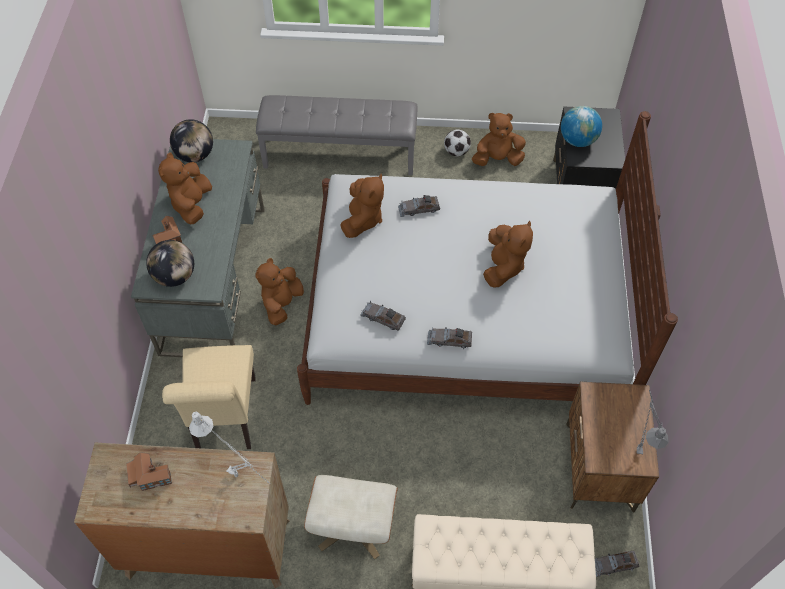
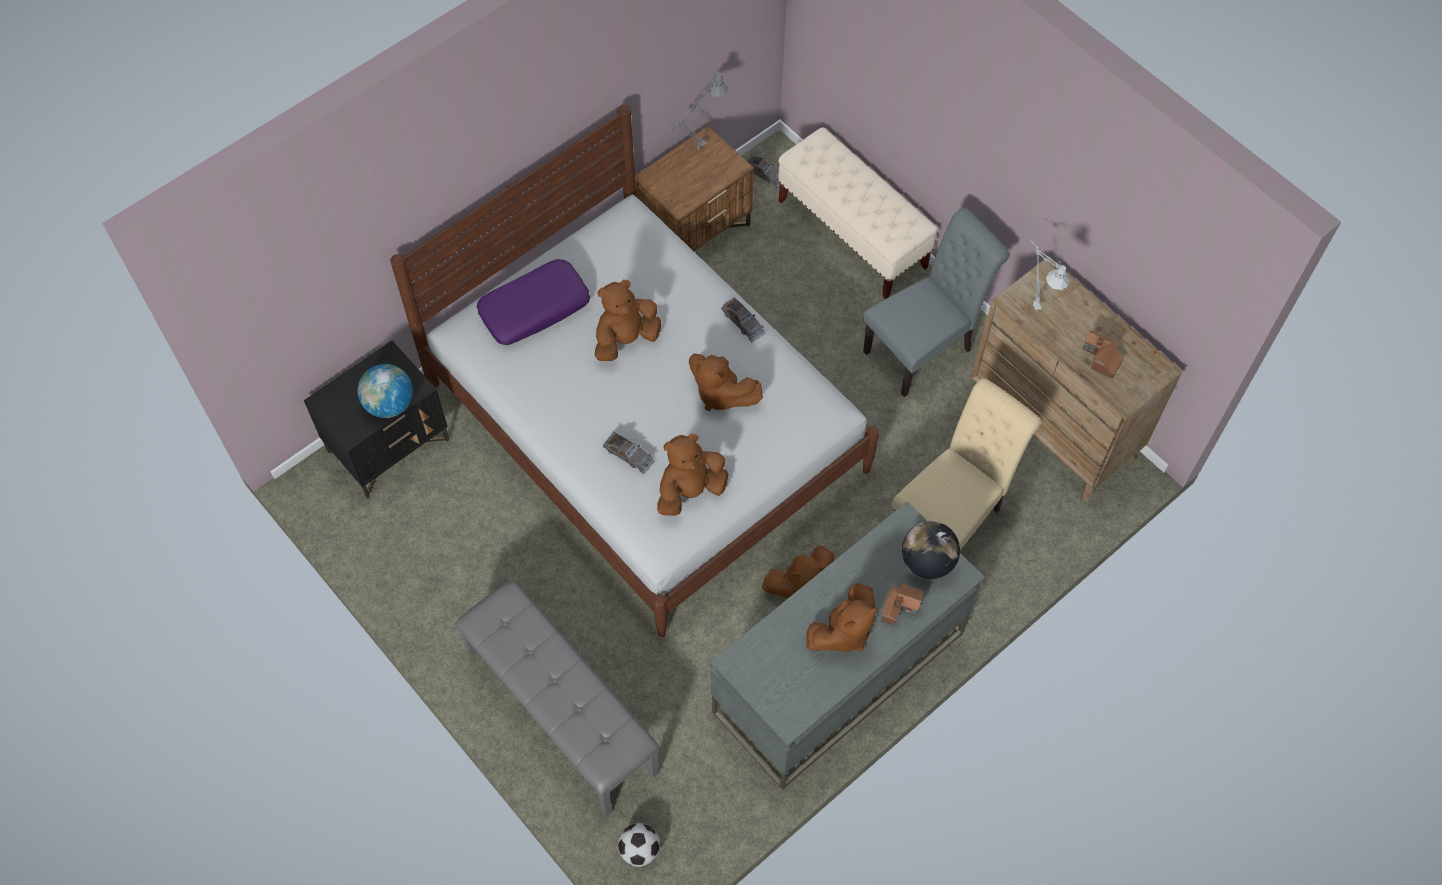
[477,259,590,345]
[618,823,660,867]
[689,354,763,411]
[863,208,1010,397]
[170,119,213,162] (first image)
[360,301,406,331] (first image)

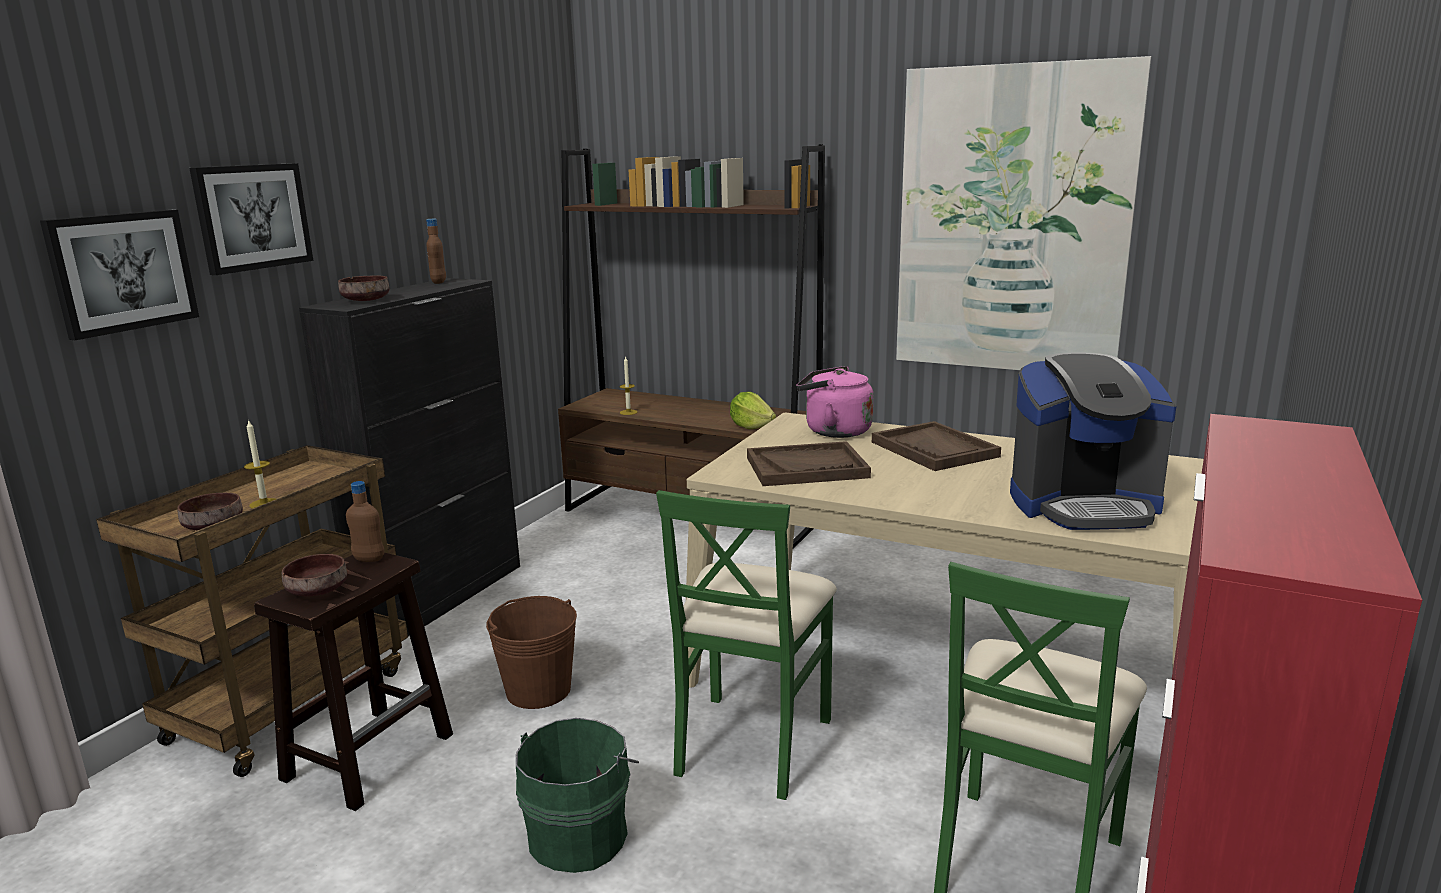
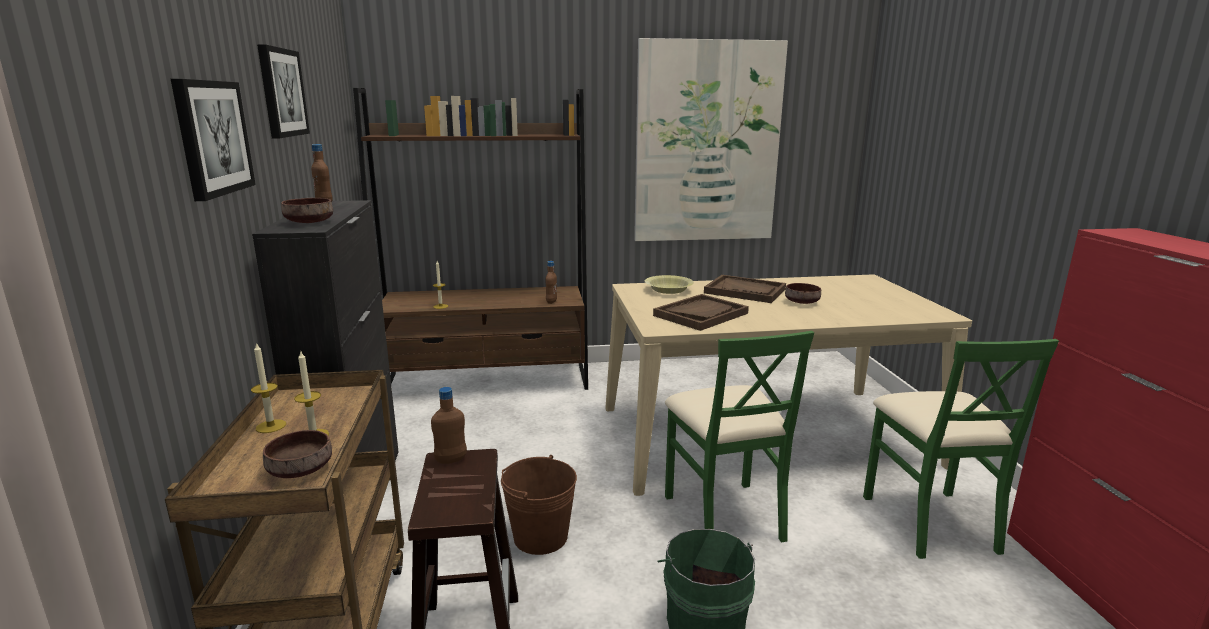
[251,342,286,433]
[257,44,310,138]
[546,261,557,304]
[645,275,694,294]
[785,283,821,304]
[1010,352,1177,530] (first image)

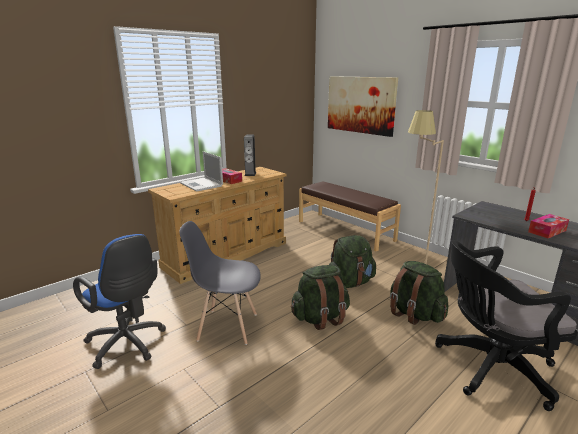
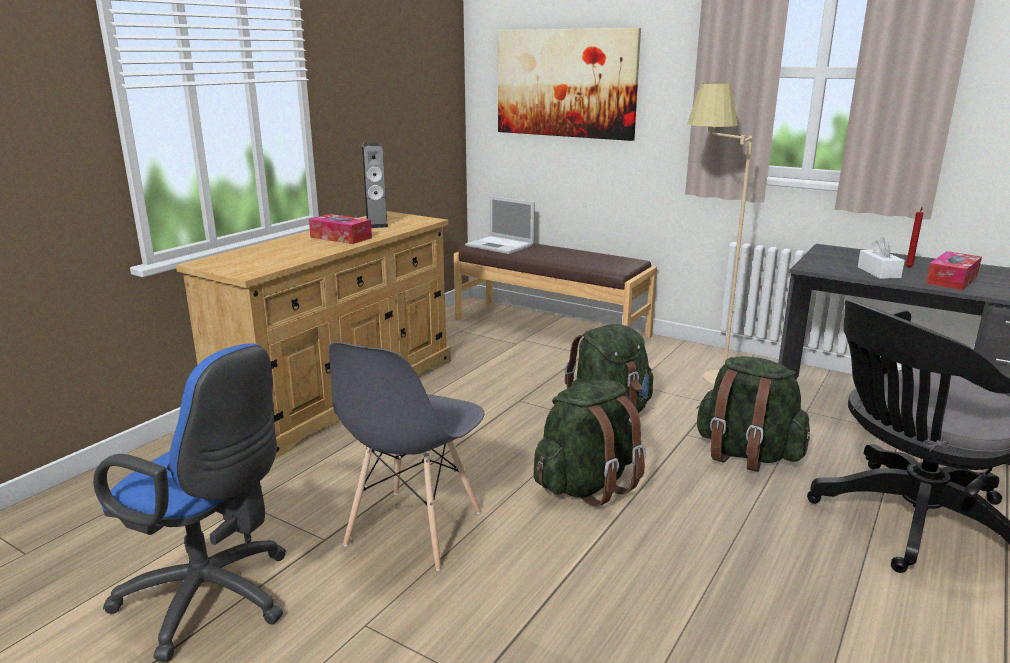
[329,342,485,571]
[465,196,535,254]
[858,237,905,279]

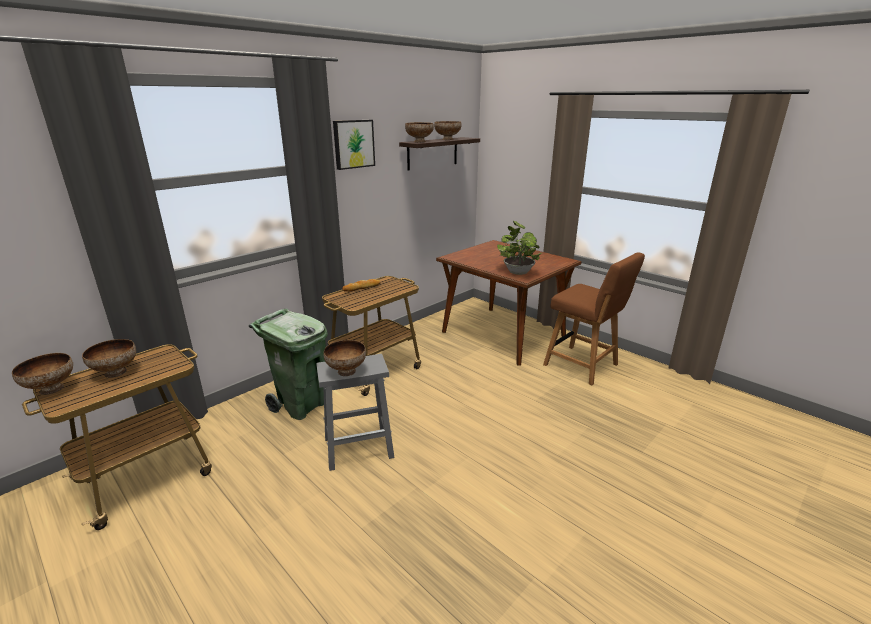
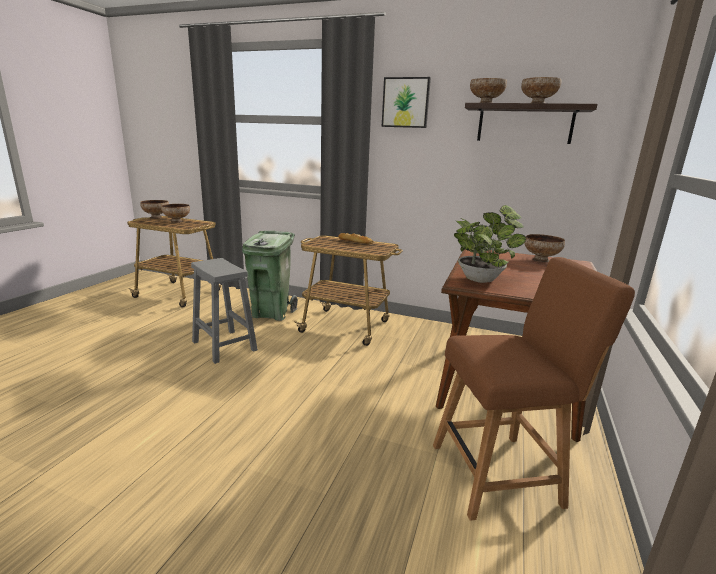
[433,257,635,521]
[524,234,565,262]

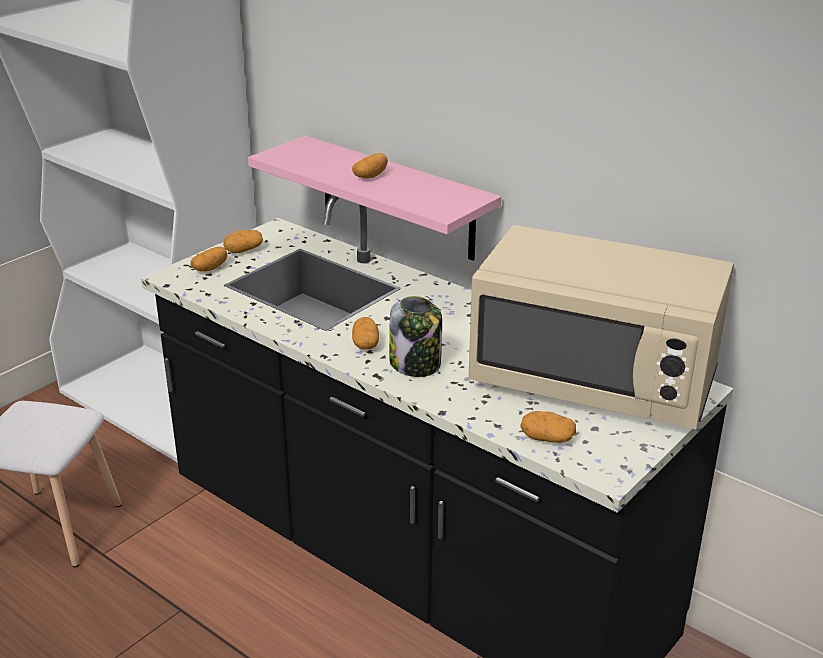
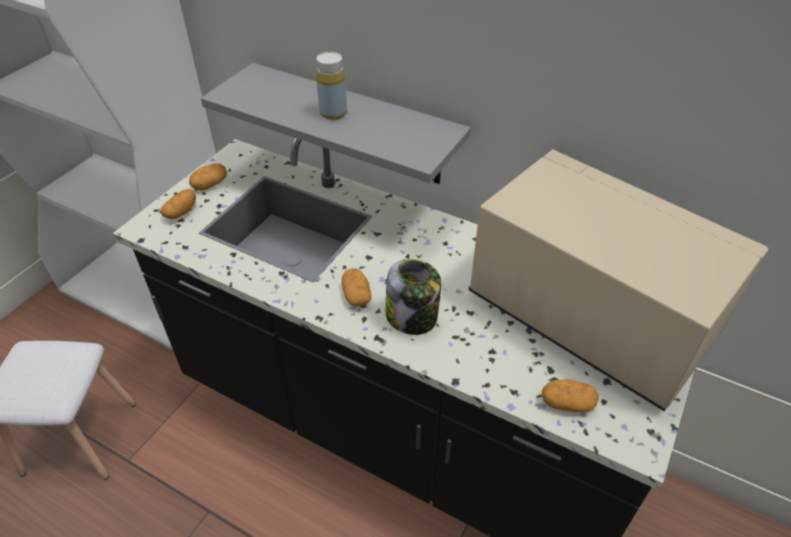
[201,63,471,184]
[316,52,347,120]
[468,149,768,411]

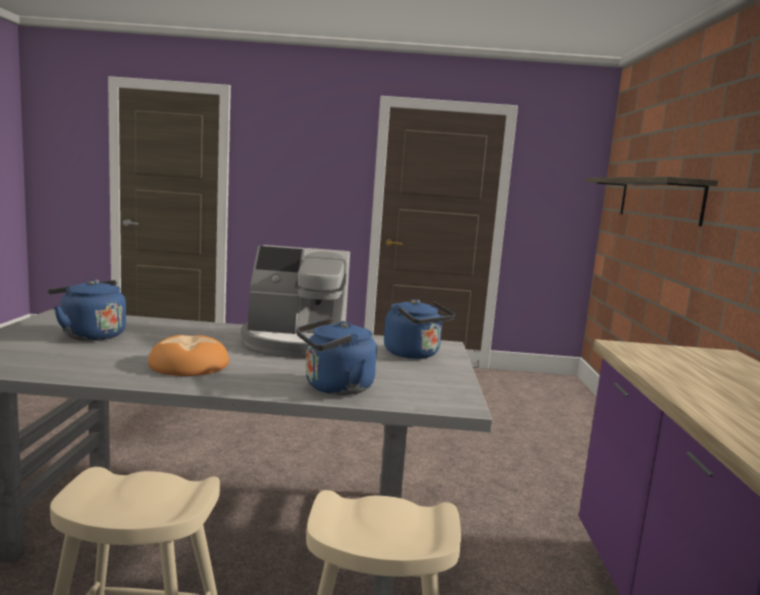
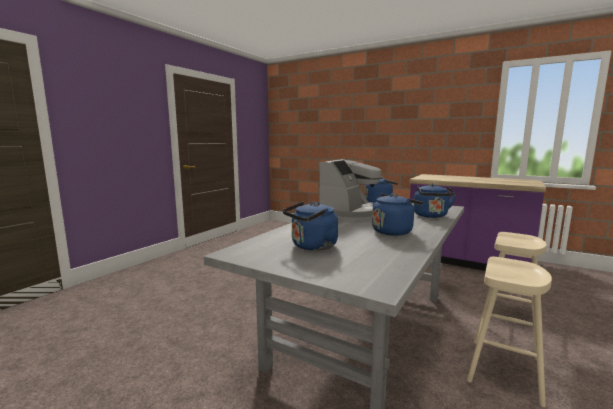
[372,193,423,236]
[586,176,719,226] (first image)

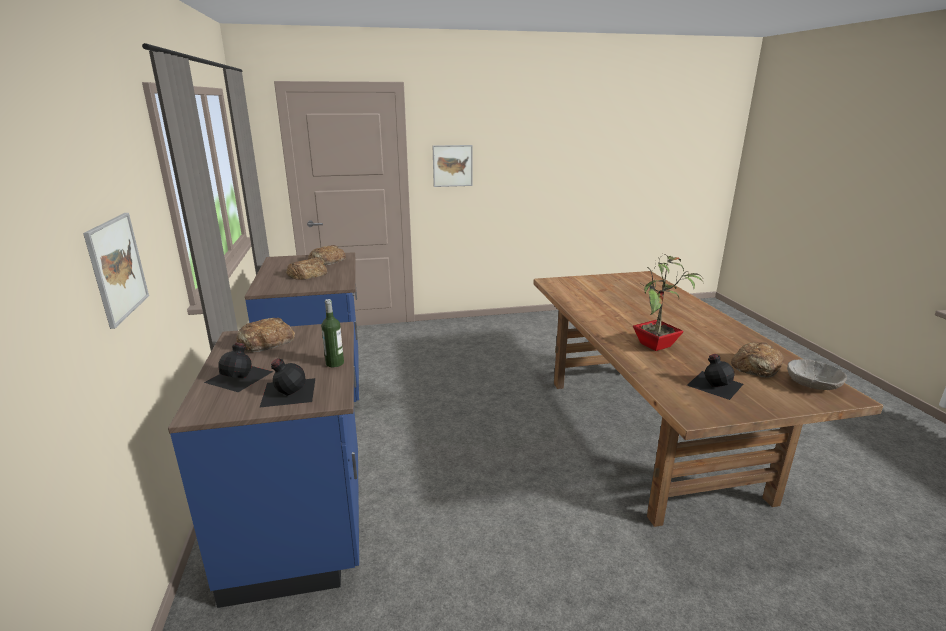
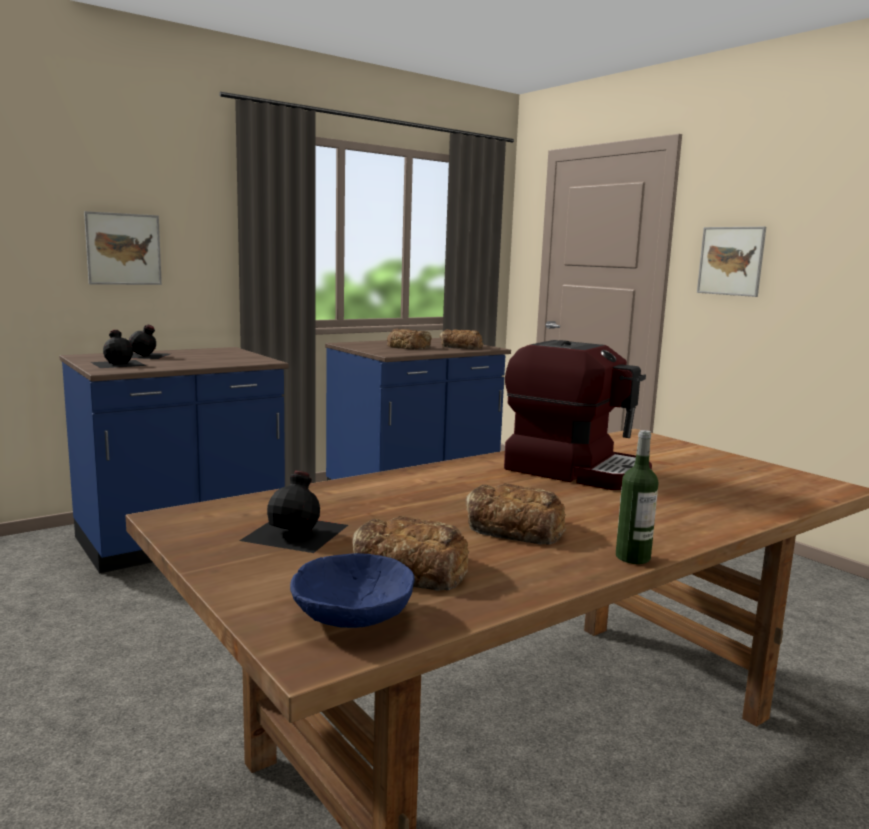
[290,553,415,628]
[465,483,566,545]
[504,340,652,490]
[616,430,658,564]
[633,253,704,351] (first image)

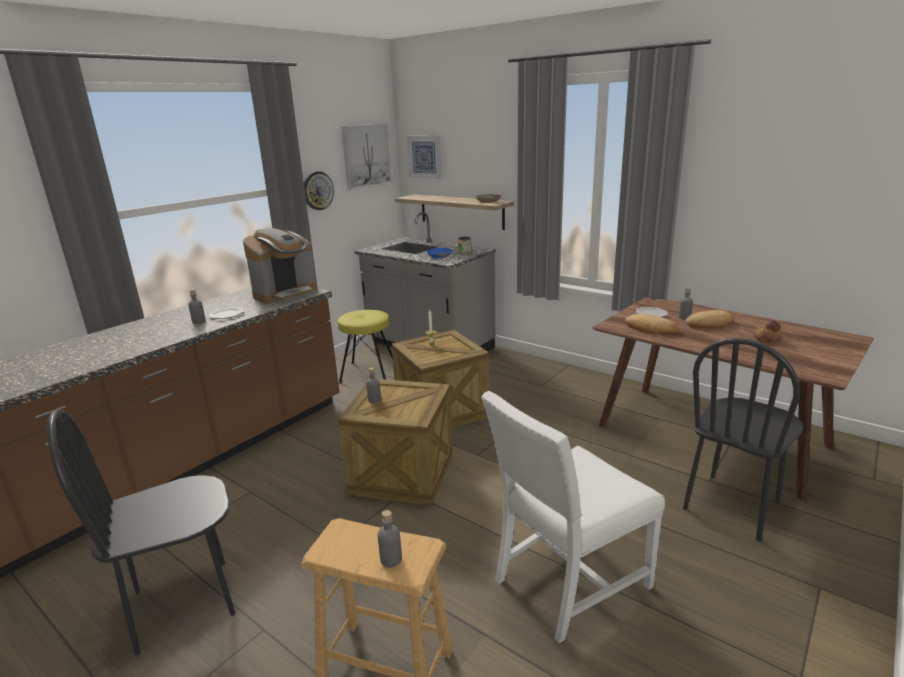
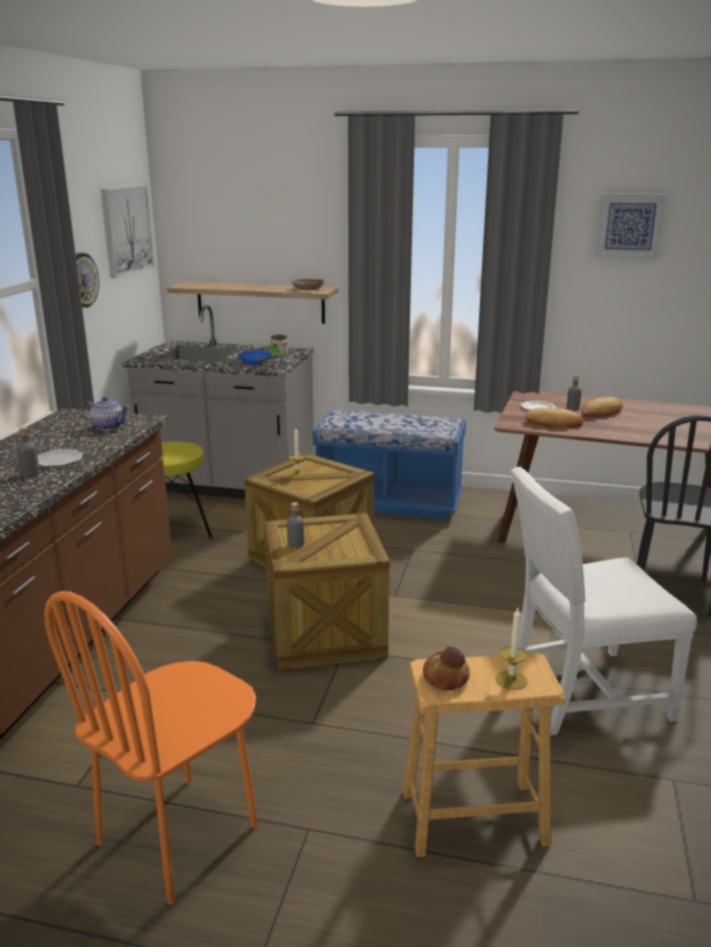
[44,591,258,905]
[83,397,130,430]
[313,410,466,520]
[423,646,470,690]
[496,608,527,690]
[510,467,697,735]
[595,193,667,259]

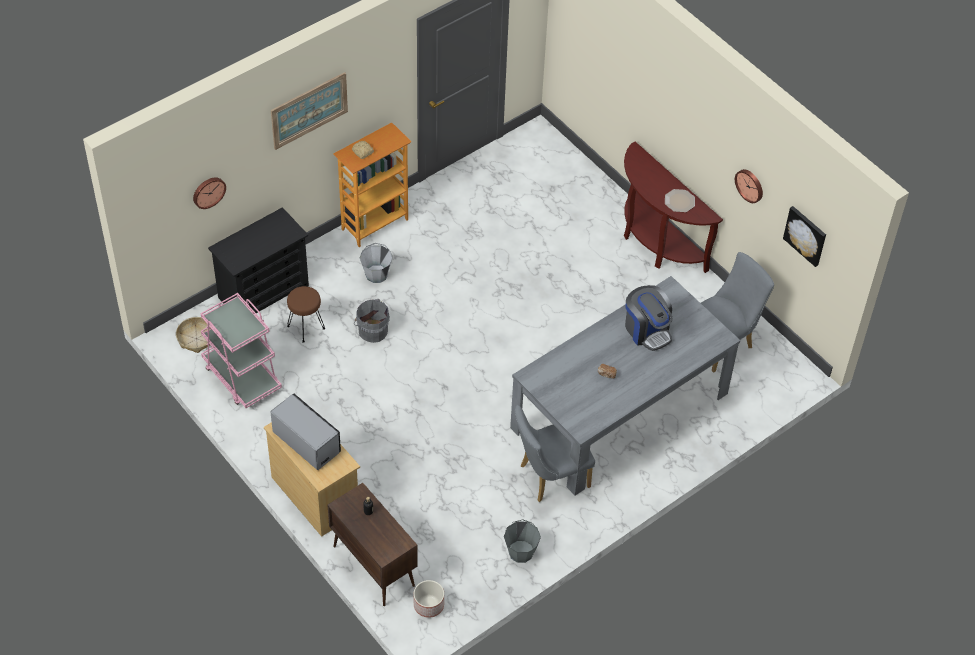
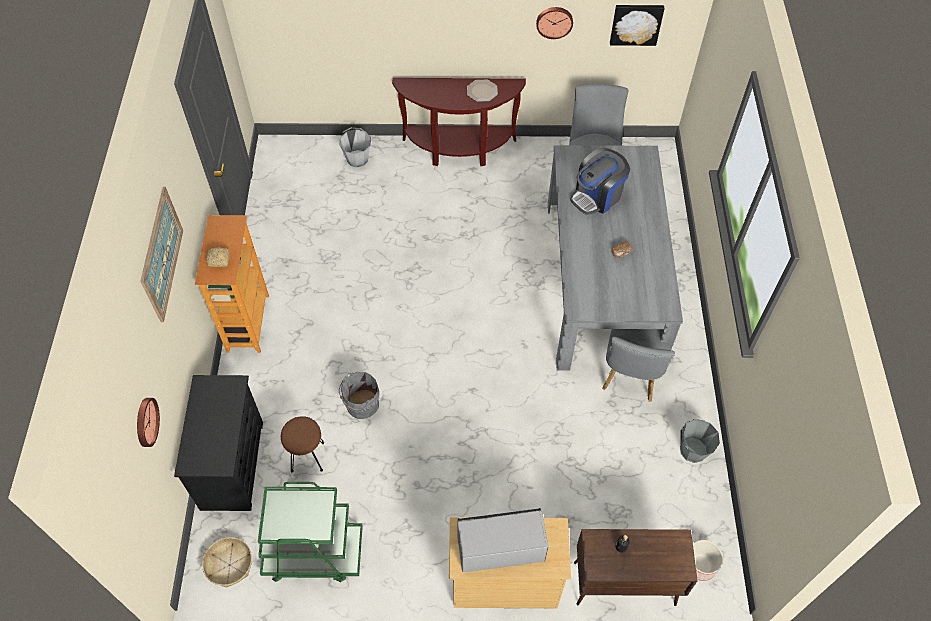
[258,482,363,582]
[340,127,371,167]
[570,148,630,215]

